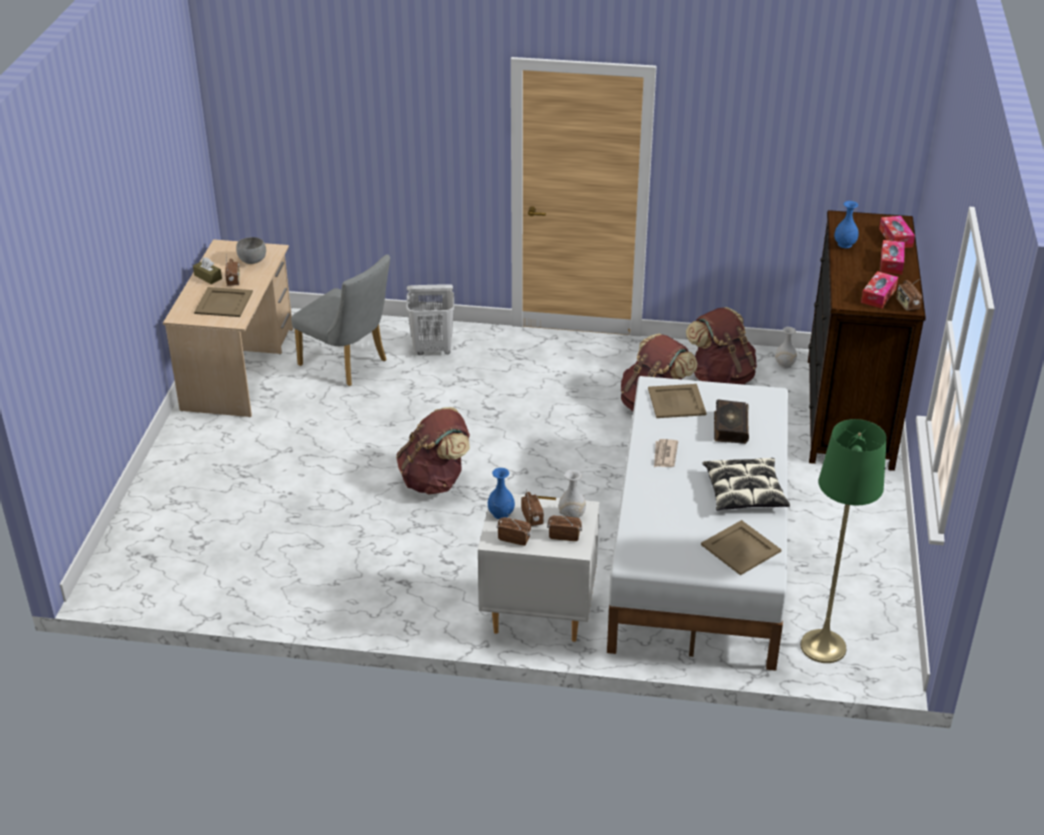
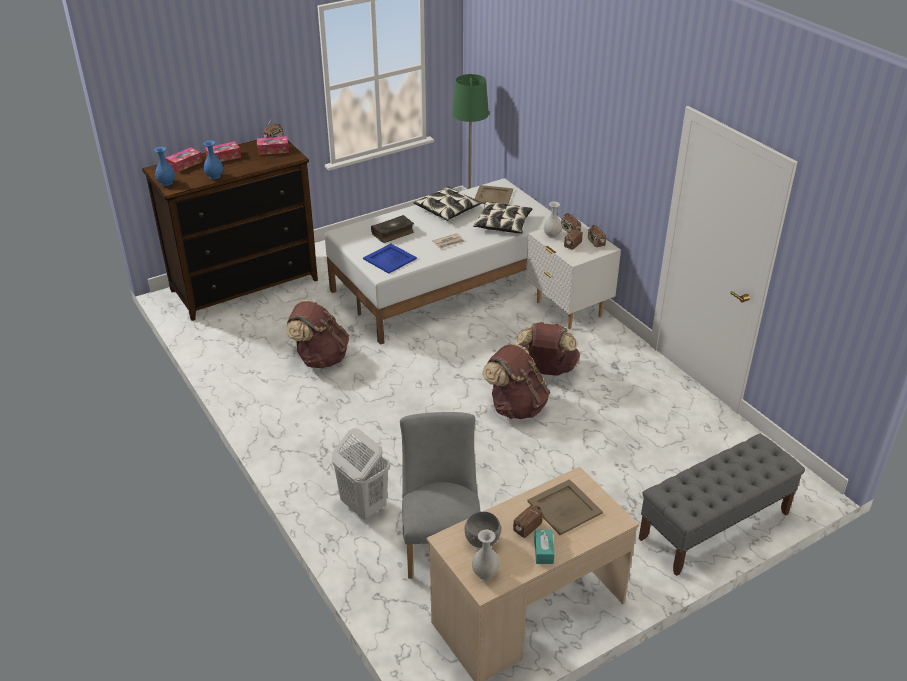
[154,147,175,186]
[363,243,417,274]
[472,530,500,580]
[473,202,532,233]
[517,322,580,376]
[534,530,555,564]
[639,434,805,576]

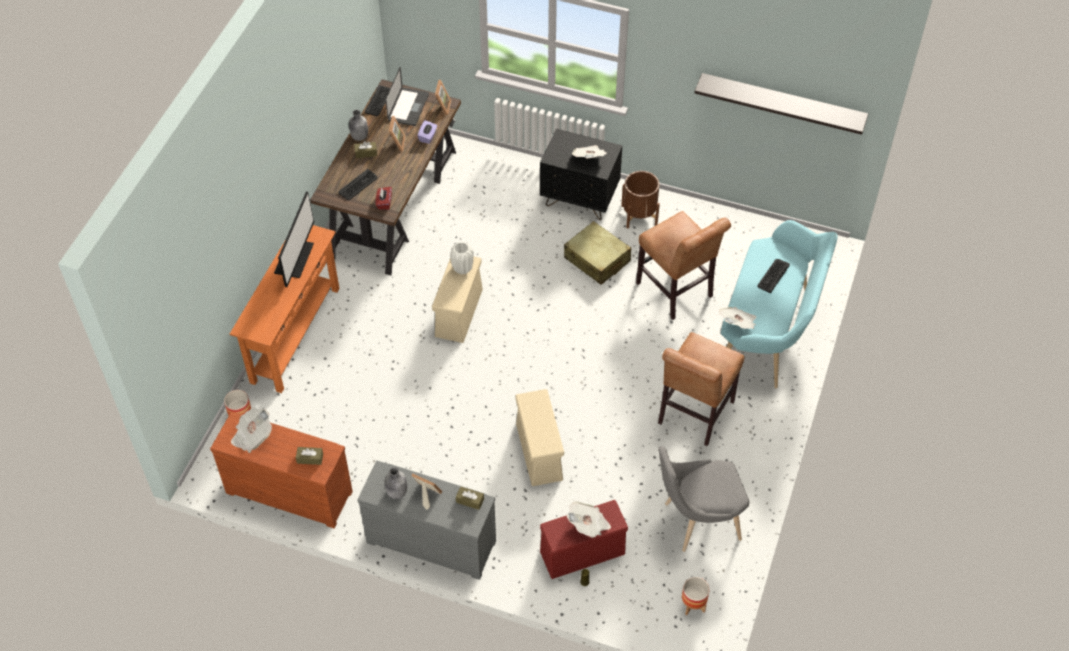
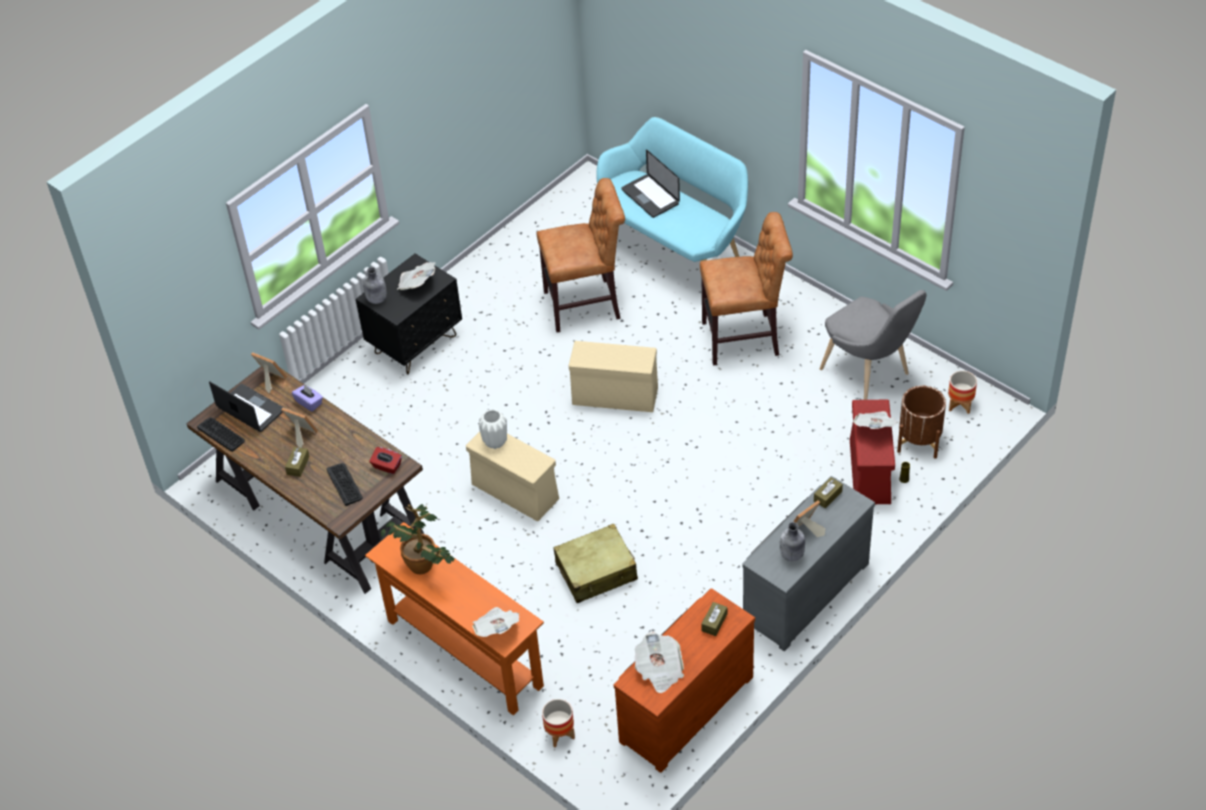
[363,267,387,304]
[381,504,455,574]
[472,607,519,637]
[553,524,638,603]
[569,341,658,412]
[621,149,680,218]
[700,212,793,366]
[820,290,927,400]
[897,386,946,458]
[695,73,868,135] (first image)

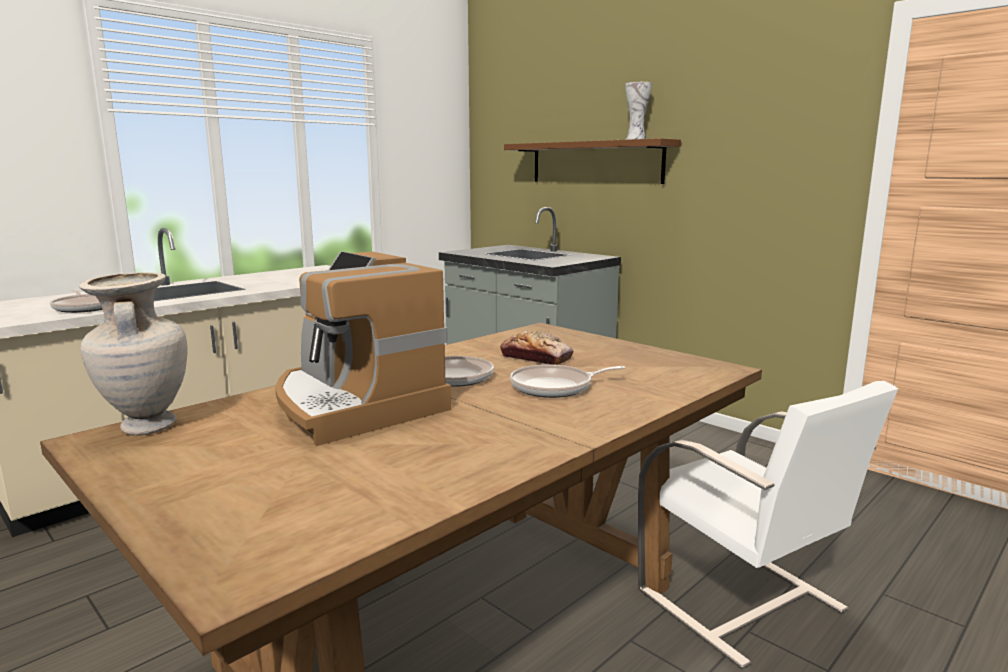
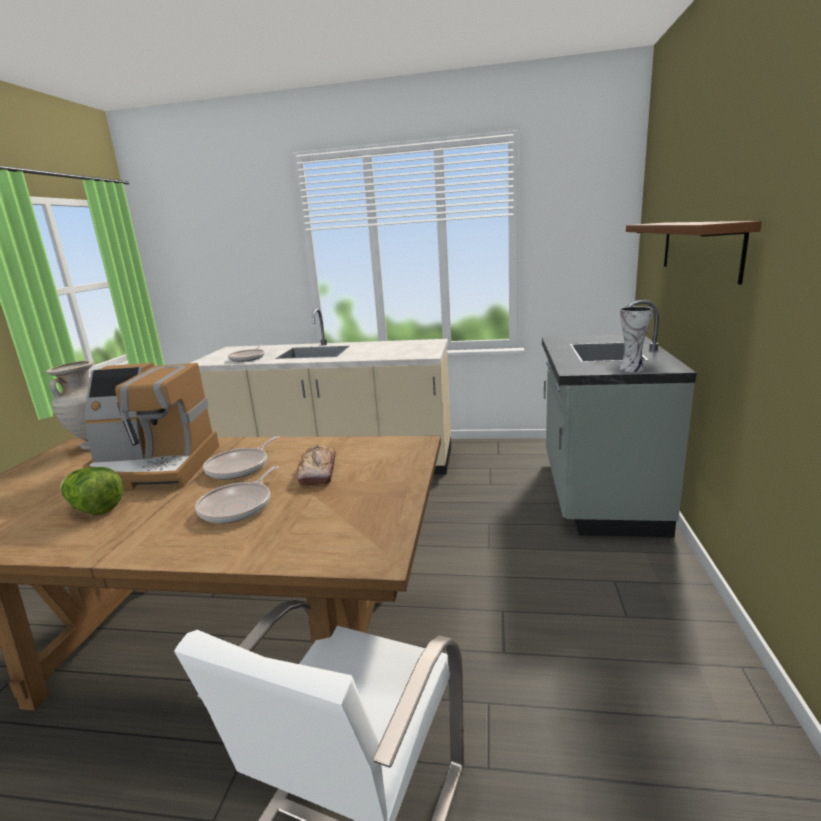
[60,467,124,515]
[83,363,219,489]
[195,465,278,523]
[619,306,653,372]

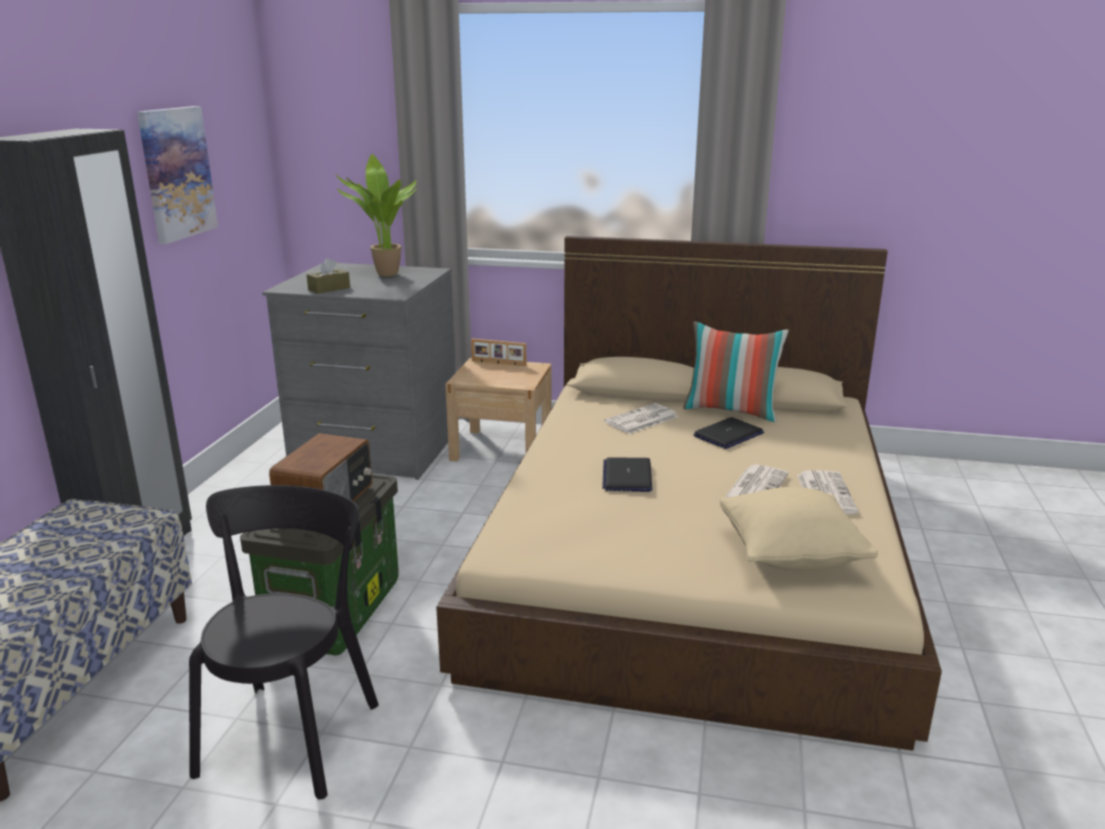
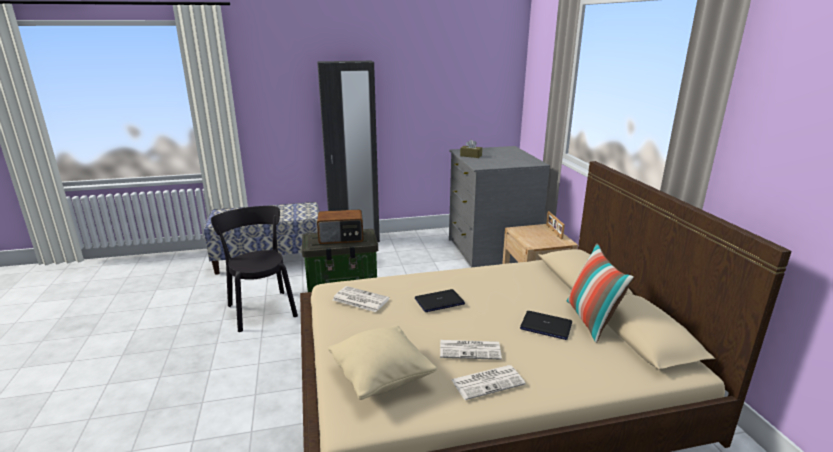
[211,206,298,332]
[333,286,390,312]
[137,106,218,244] (first image)
[336,154,417,277] (first image)

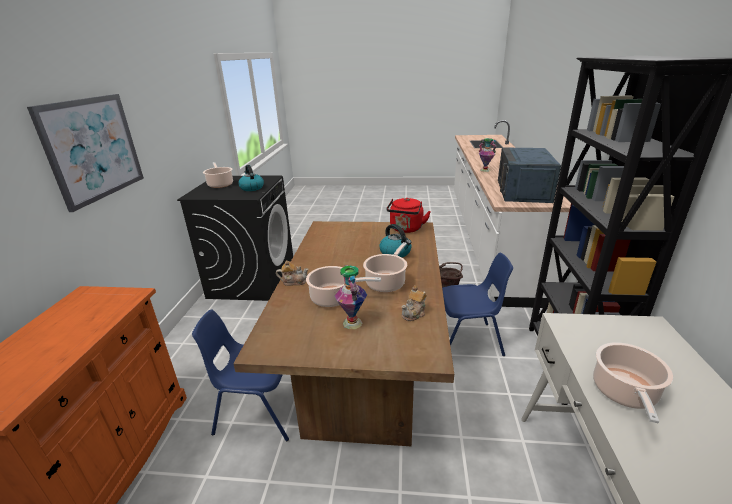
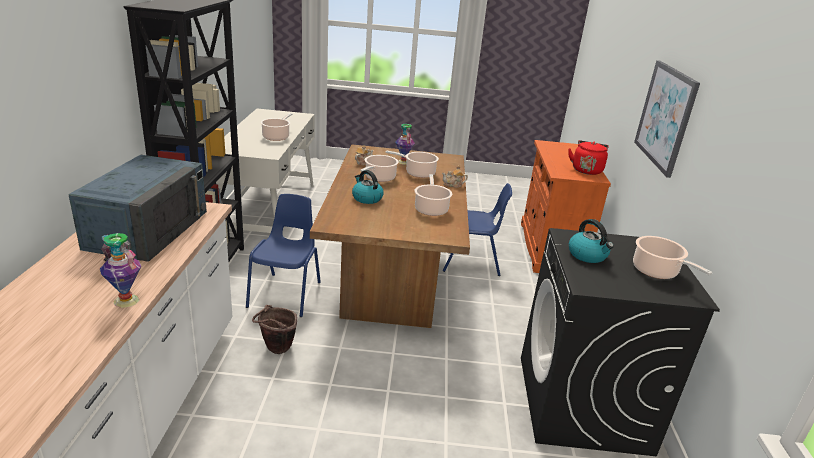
[246,194,321,317]
[414,174,452,216]
[568,140,609,175]

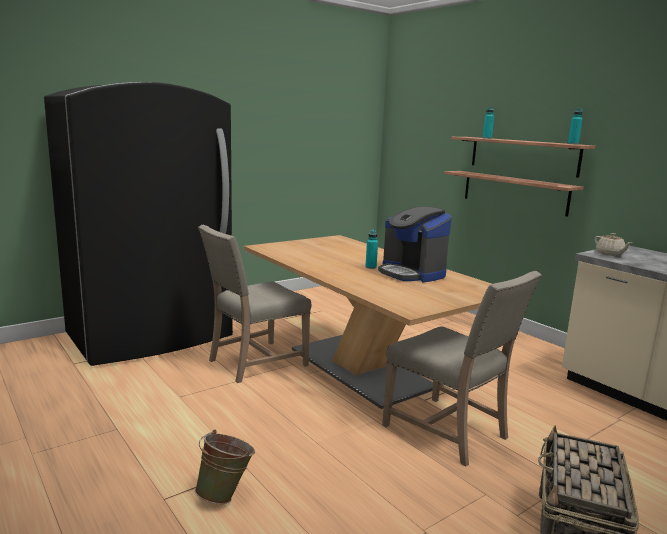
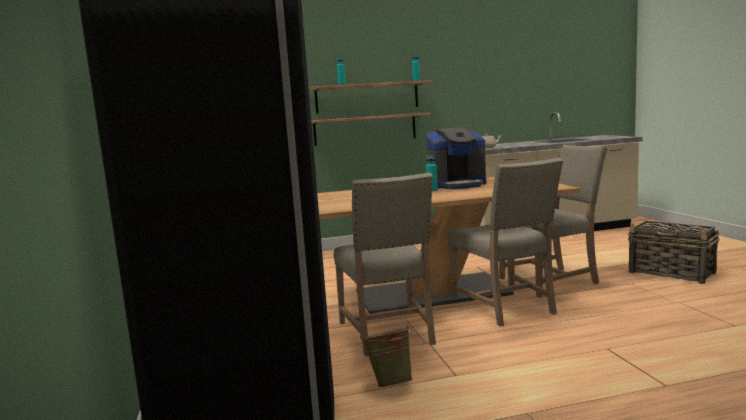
[360,325,413,387]
[448,158,563,327]

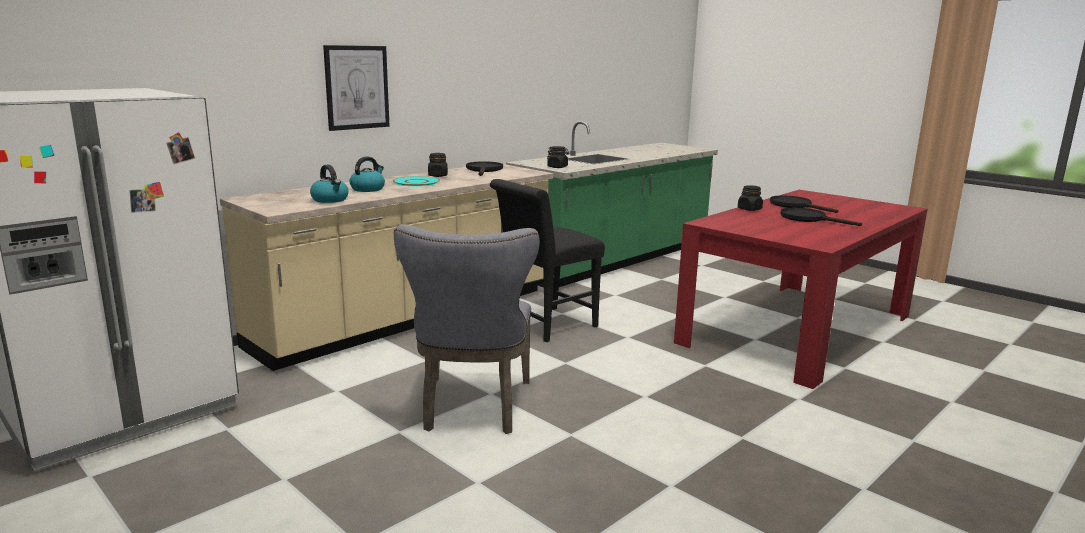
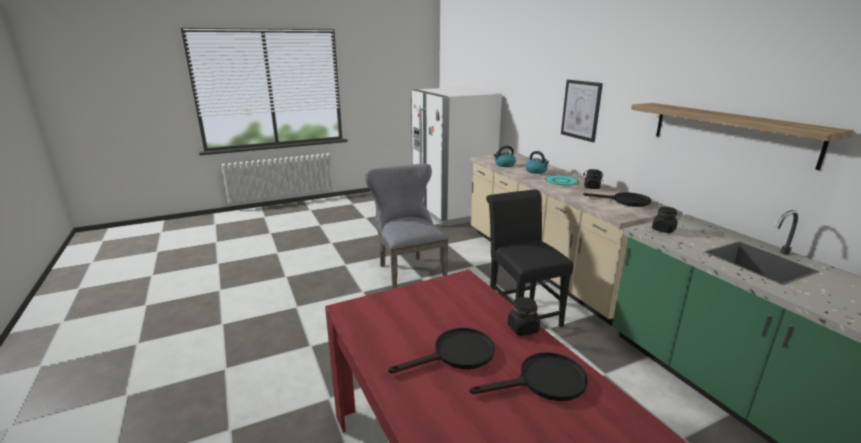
[365,164,448,289]
[631,103,854,170]

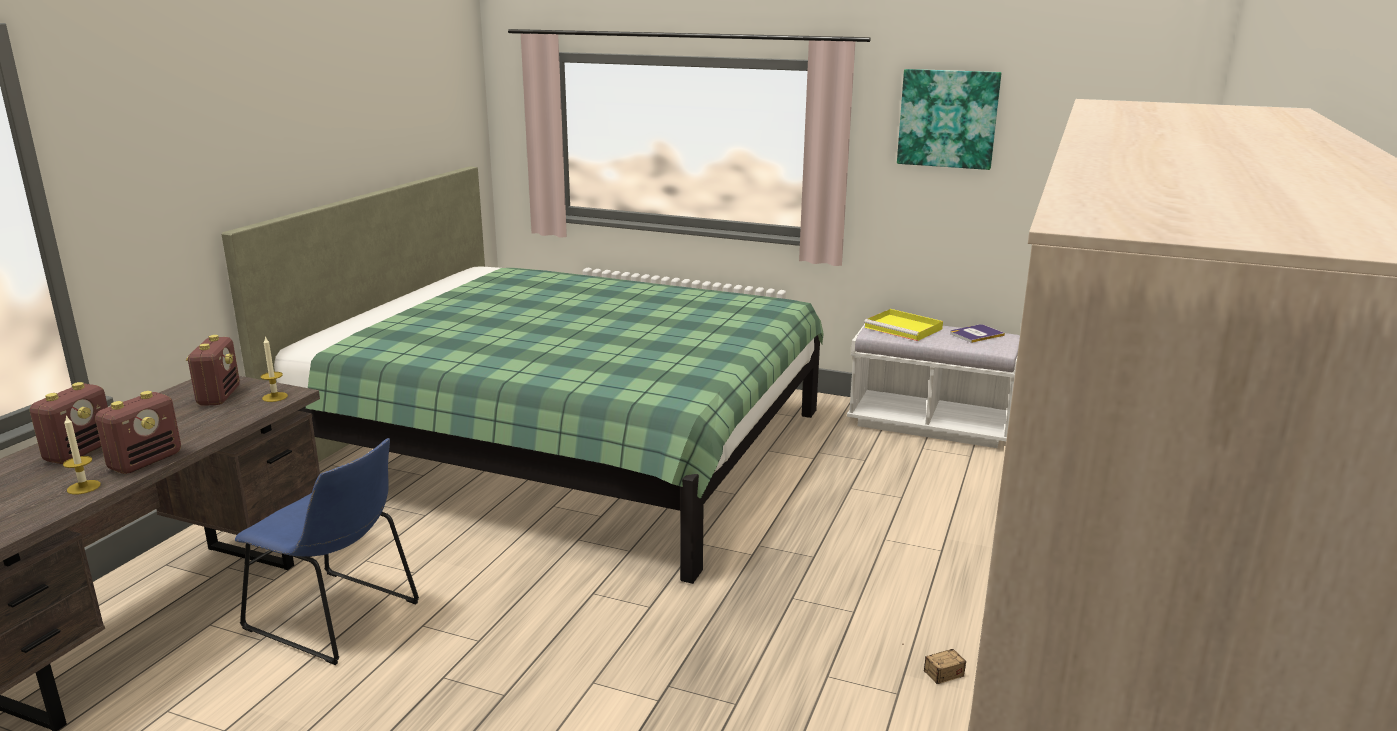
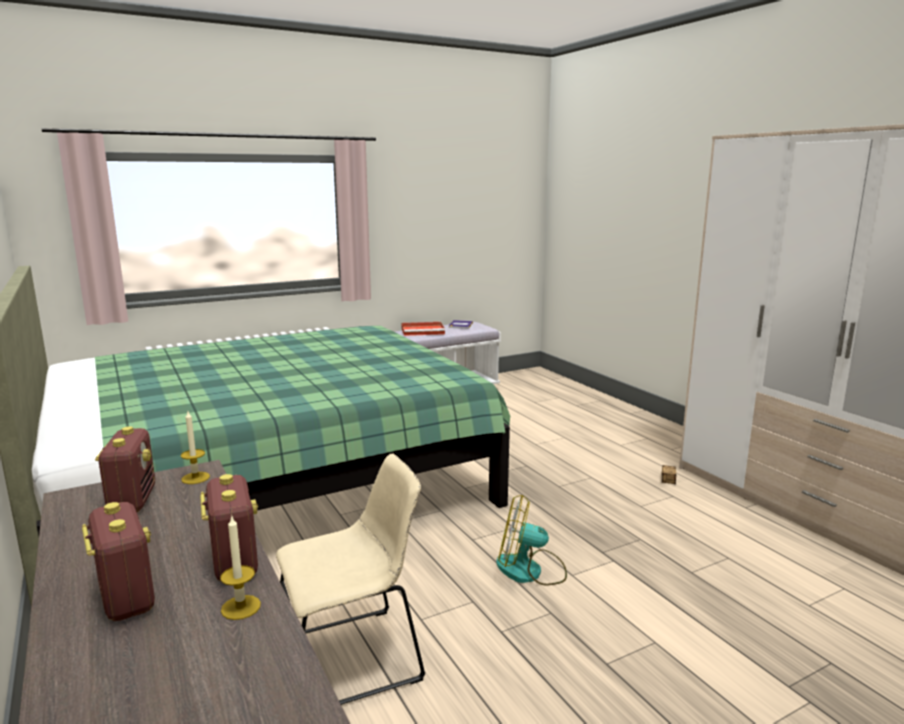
[95,426,155,512]
[276,453,425,705]
[401,322,445,336]
[496,495,567,586]
[897,69,1001,170] (first image)

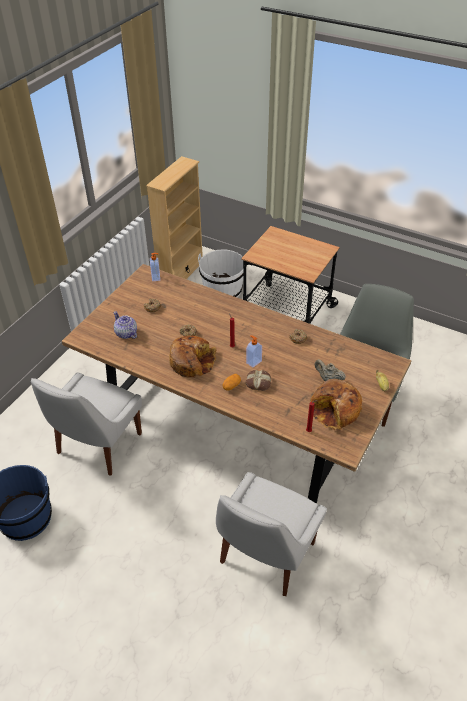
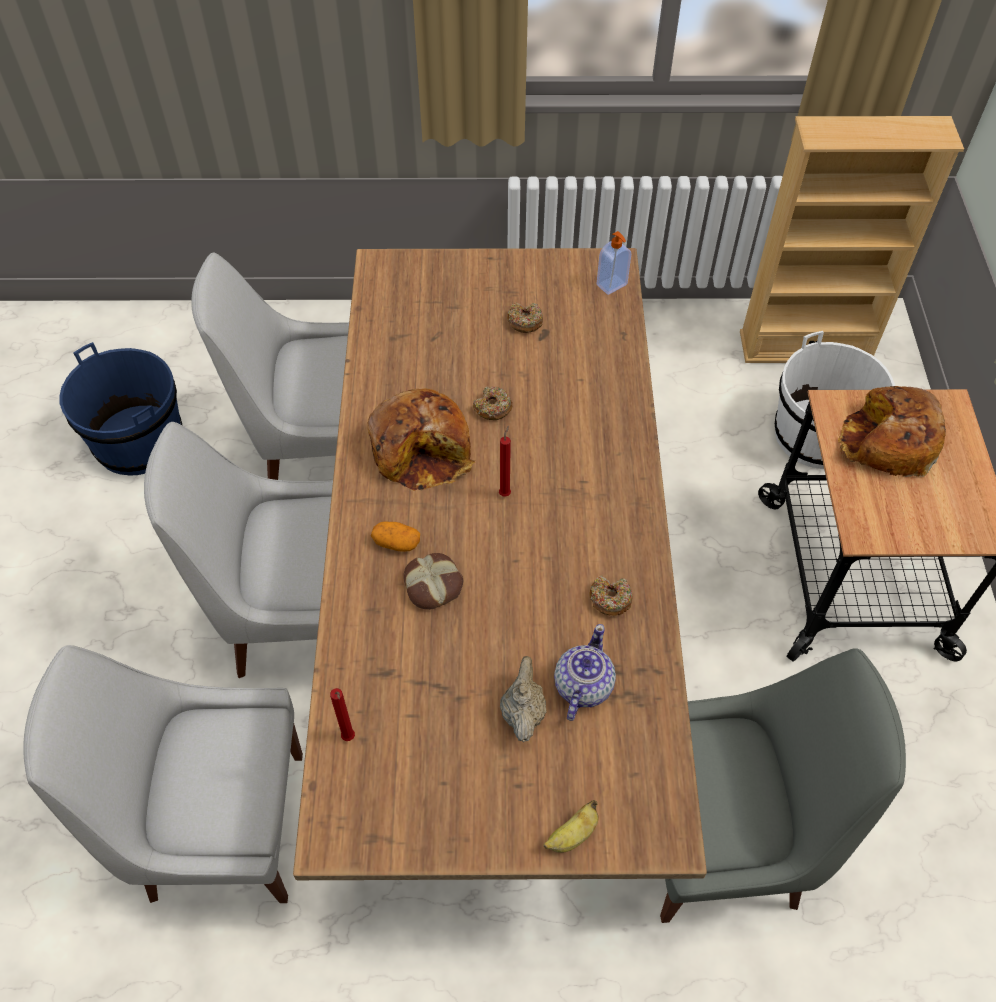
[144,422,333,678]
[554,624,616,721]
[838,386,946,477]
[246,335,262,368] (first image)

